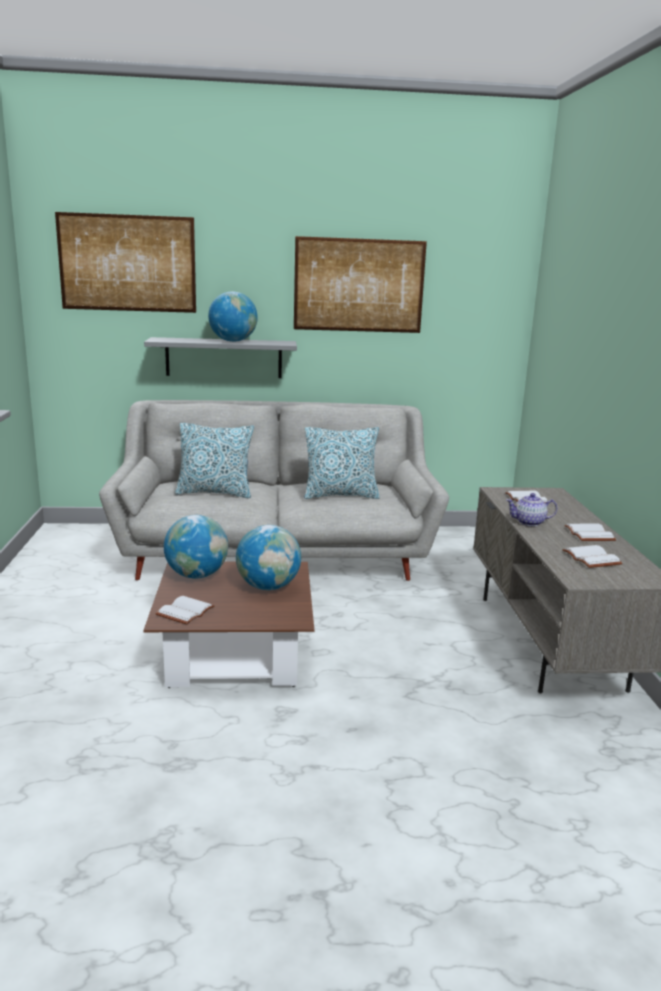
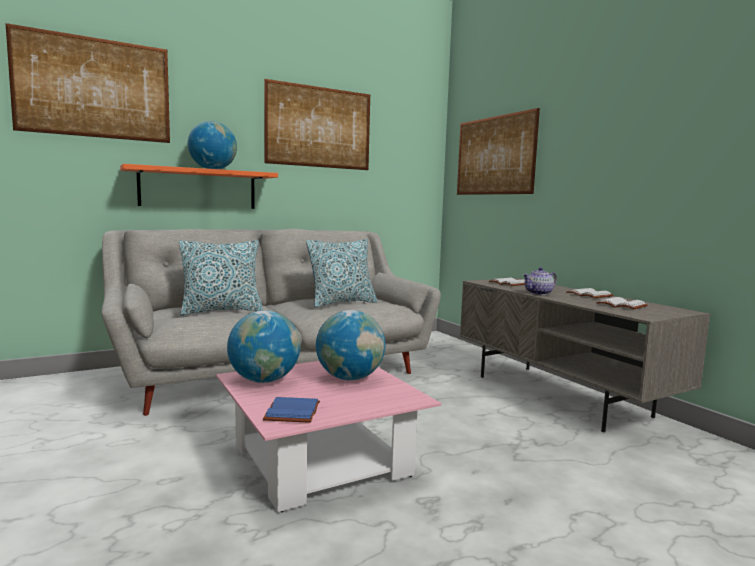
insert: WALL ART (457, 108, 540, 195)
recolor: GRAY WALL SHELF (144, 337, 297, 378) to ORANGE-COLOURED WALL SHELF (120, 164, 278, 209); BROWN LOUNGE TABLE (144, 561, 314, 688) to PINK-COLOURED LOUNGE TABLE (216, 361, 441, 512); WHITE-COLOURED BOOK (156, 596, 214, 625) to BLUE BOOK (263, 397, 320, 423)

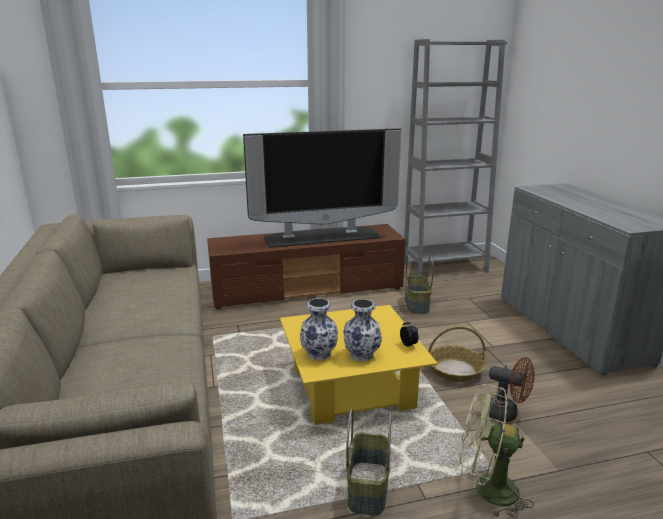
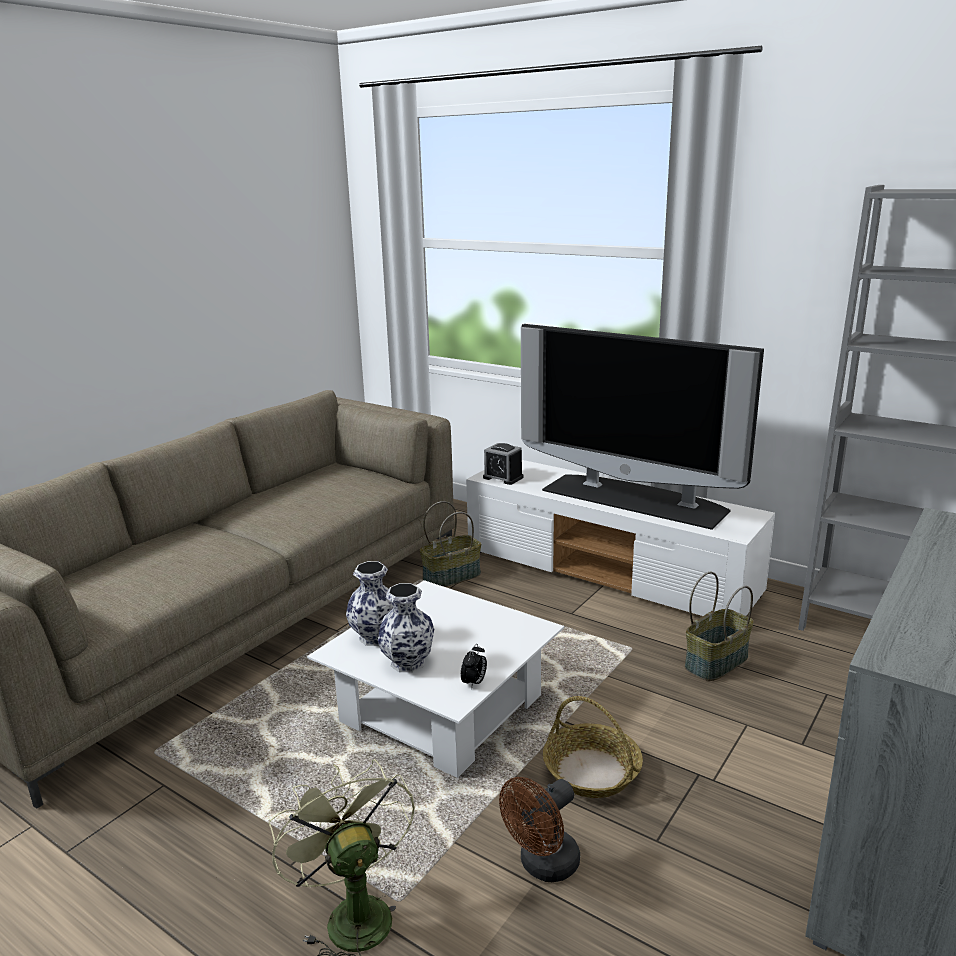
insert: BEDSIDE CLOCK (483, 443, 523, 485)
move: HOUSEHOLD BASKET (346, 409, 392, 516) to (420, 501, 481, 587)
recolor: BROWN TV STAND (207, 224, 406, 309) to WHITE-COLOURED TV STAND (466, 460, 775, 616); YELLOW LOUNGE TABLE (280, 305, 438, 425) to WHITE-COLOURED LOUNGE TABLE (307, 580, 564, 778)
rotate: BROWN COOLING FAN (488, 357, 535, 422) = (499, 777, 580, 882) 60 degrees clockwise

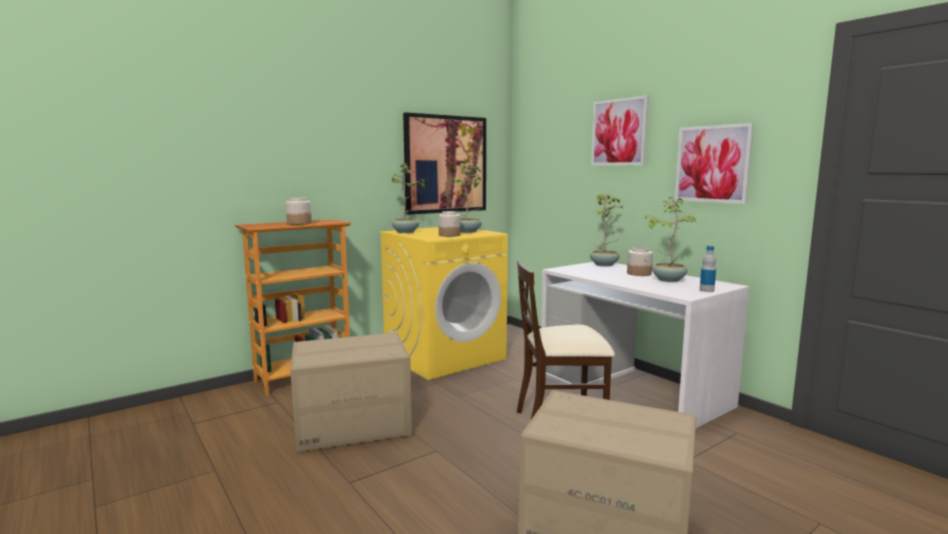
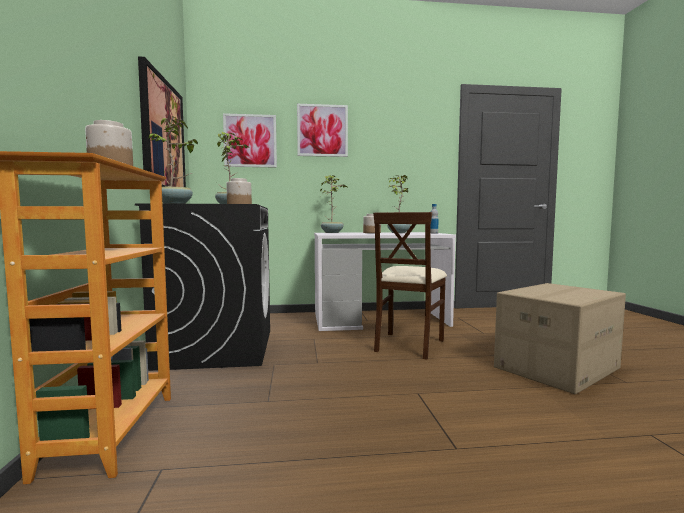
delete: CARTON (290, 332, 412, 452)
move: WALL ART (675, 123, 754, 204) to (223, 113, 277, 168)
recolor: YELLOW WASHING MACHINE (379, 227, 508, 380) to BLACK WASHING MACHINE (135, 203, 270, 371)

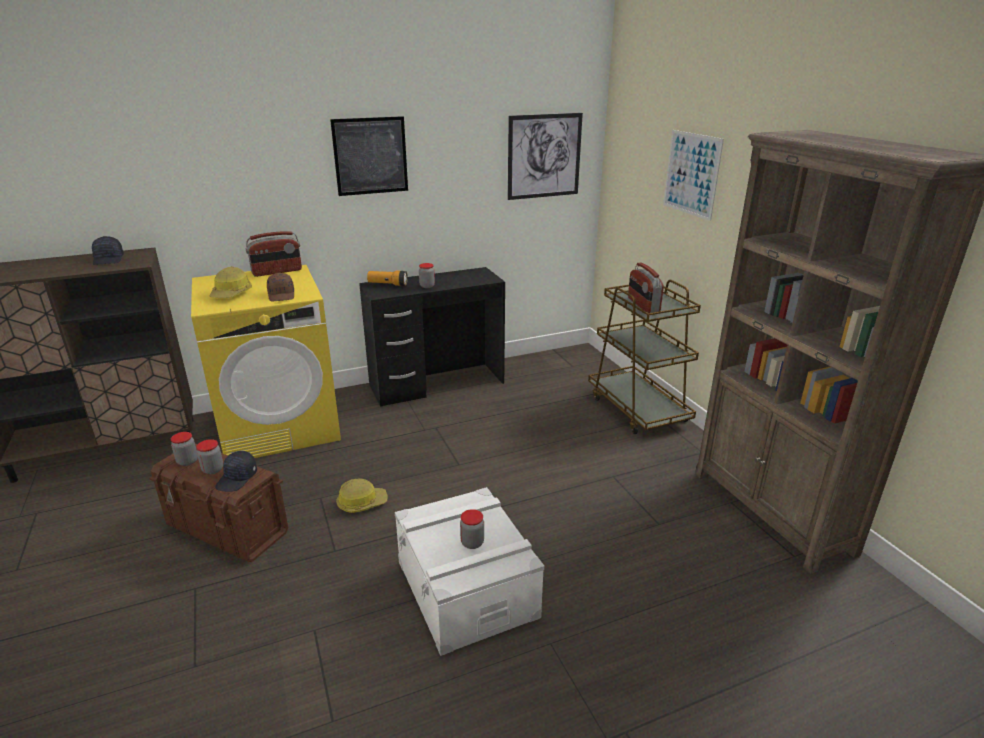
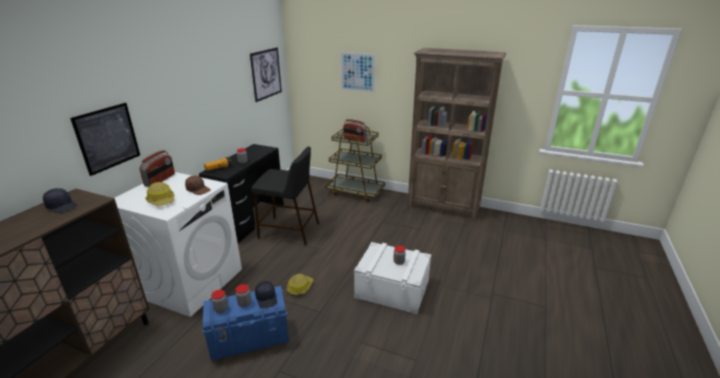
insert: BLACK STOOL SEAT (251, 147, 319, 245)
move: WALL ART (330, 116, 408, 196) to (70, 103, 140, 176)
recolor: BROWN STORAGE CONTAINER (149, 443, 288, 562) to BLUE STORAGE CONTAINER (202, 286, 289, 361); YELLOW WASHING MACHINE (191, 265, 341, 458) to WHITE-COLOURED WASHING MACHINE (115, 172, 242, 317)

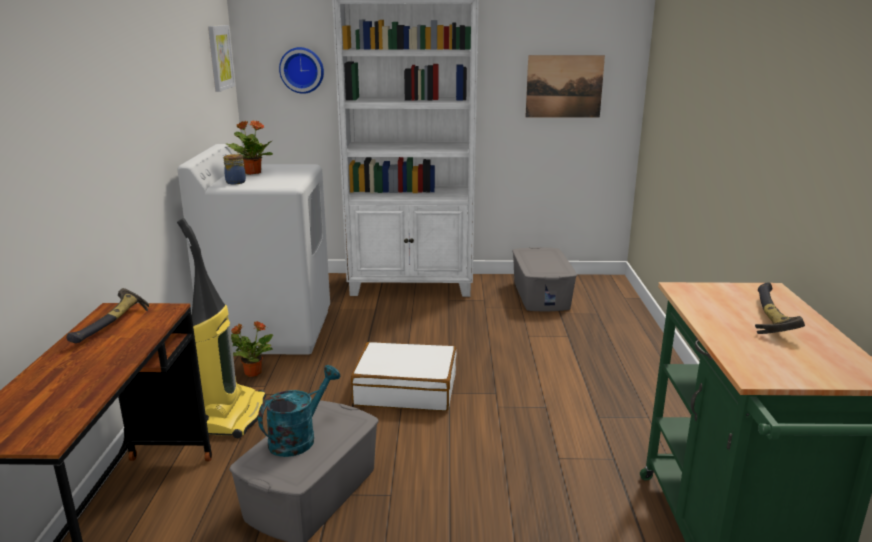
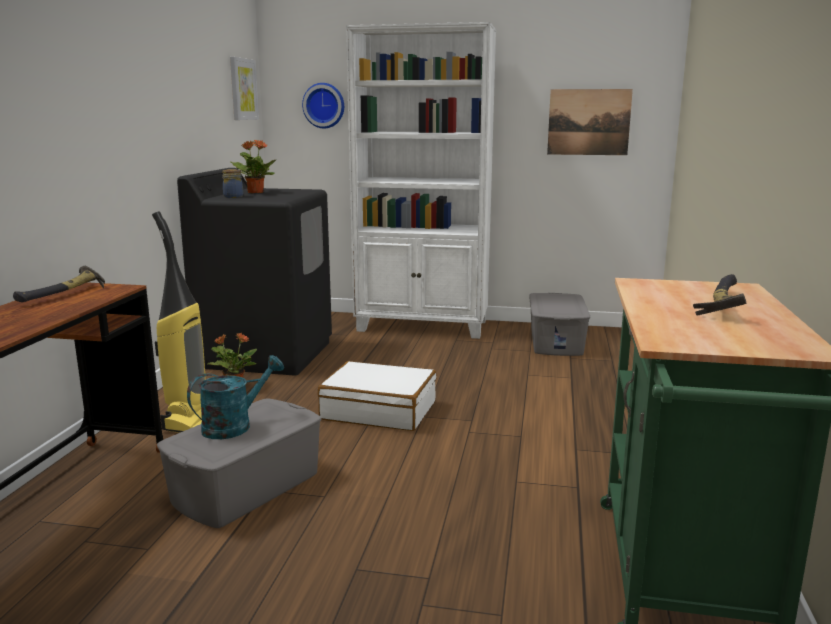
recolor: WHITE-COLOURED WASHING MACHINE (178, 144, 330, 355) to BLACK WASHING MACHINE (177, 168, 332, 375)

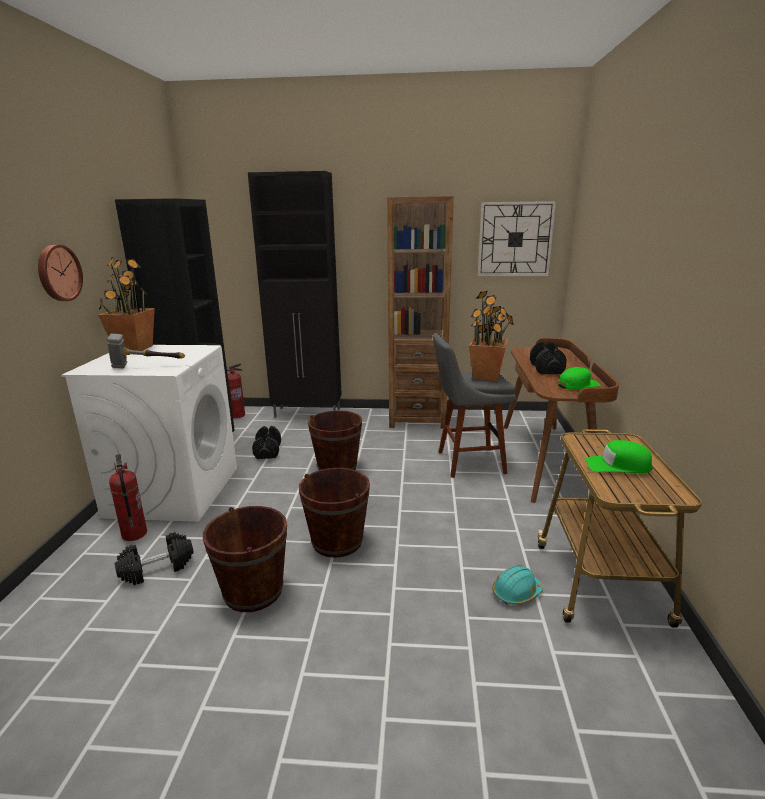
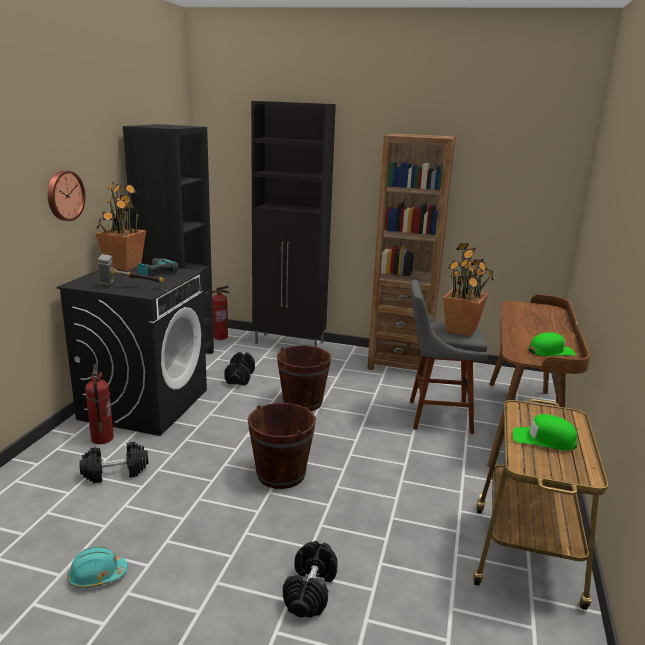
delete: BROWN BUCKET (203, 506, 287, 612); CLOCK ON THE WALL (478, 201, 556, 276)
insert: POWER DRILL (137, 258, 179, 276)
move: TURQUOISE WORK HELMET (492, 565, 543, 605) to (67, 546, 128, 588); BLACK FREE WEIGHT (530, 341, 567, 374) to (283, 541, 338, 618)
recolor: WHITE-COLOURED WASHING MACHINE (61, 345, 237, 522) to BLACK WASHING MACHINE (57, 264, 207, 436)

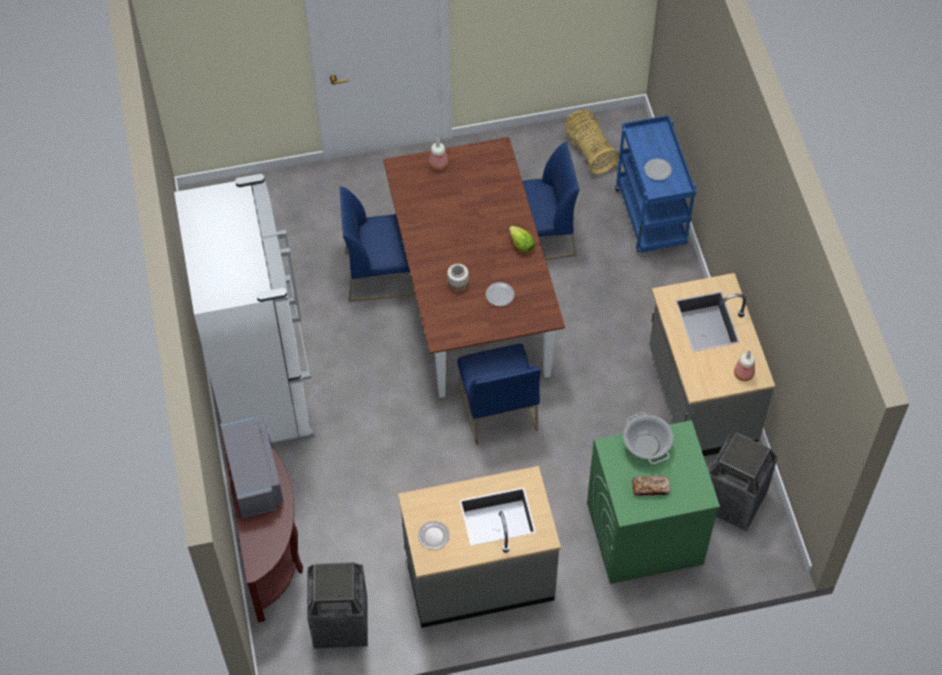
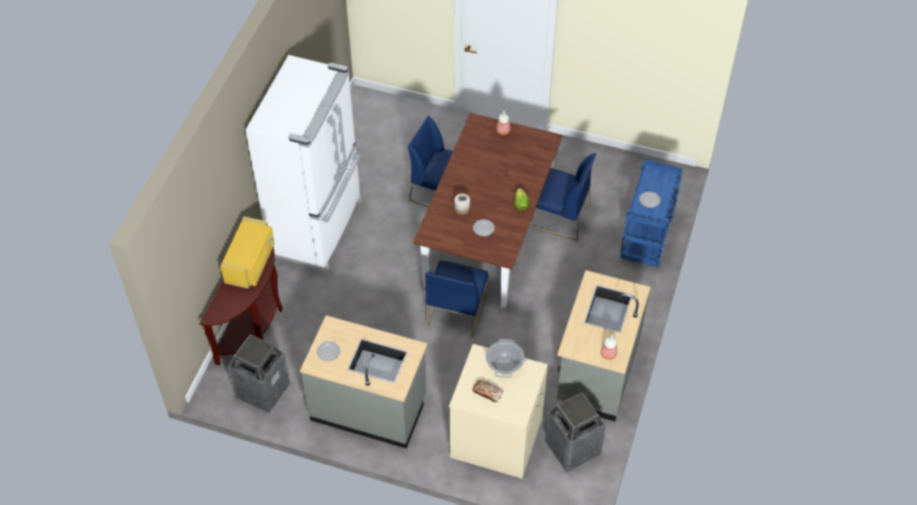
delete: HOUSEHOLD BASKET (565, 109, 619, 174)
recolor: GRAY KITCHEN MICROWAVE (220, 415, 284, 518) to YELLOW KITCHEN MICROWAVE (220, 217, 275, 289); GREEN-COLOURED WASHING MACHINE (587, 420, 720, 584) to BEIGE WASHING MACHINE (449, 344, 548, 479)

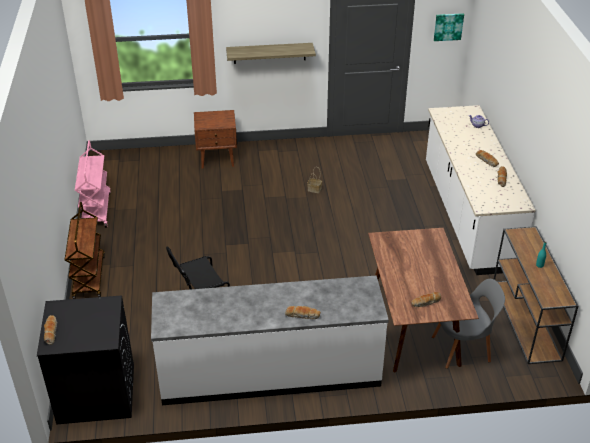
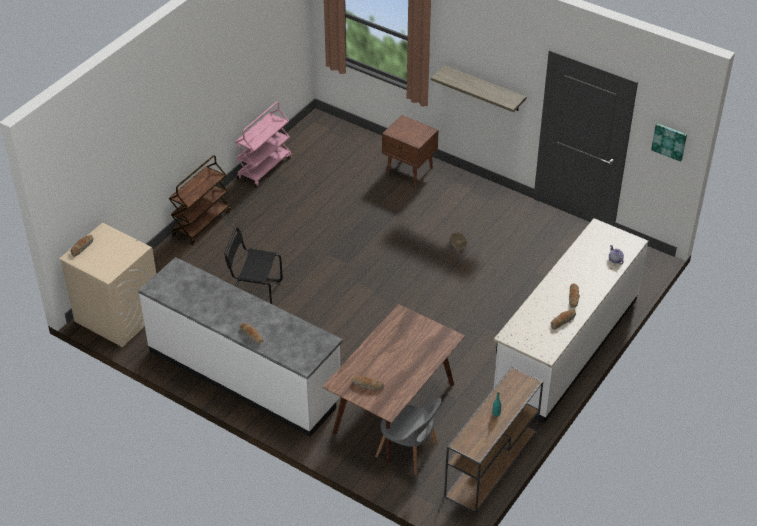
recolor: BLACK WASHING MACHINE (37, 295, 134, 425) to BEIGE WASHING MACHINE (59, 223, 156, 347)

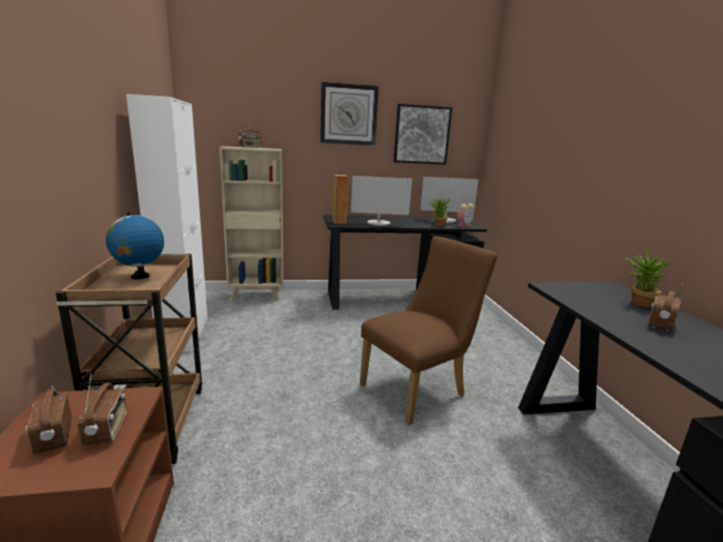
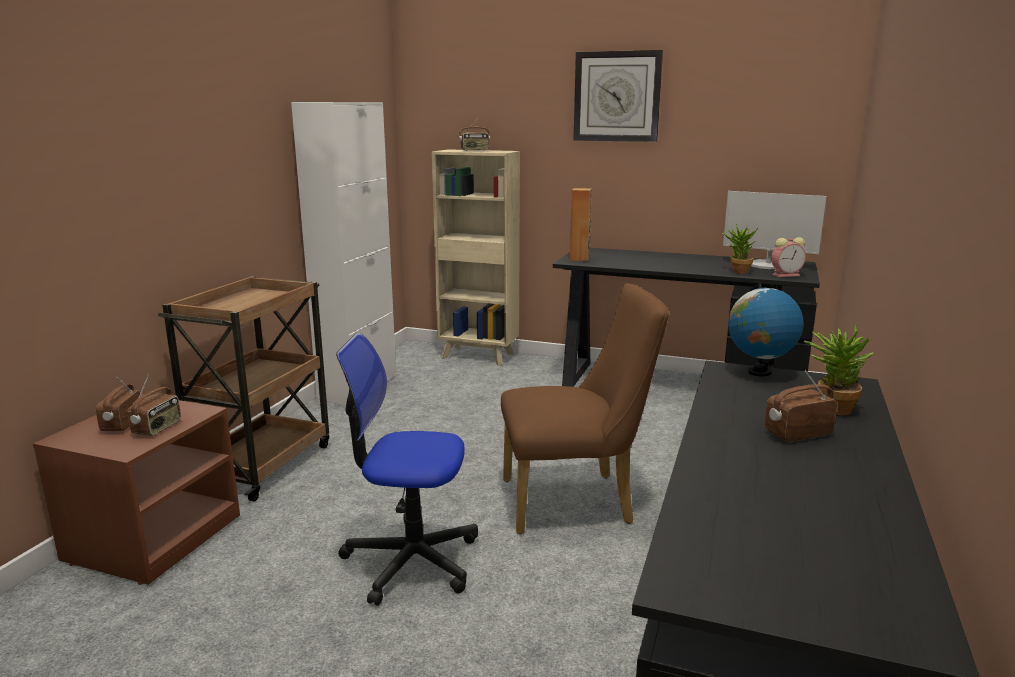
delete: COMPUTER DISPLAY (351, 176, 412, 226); WALL ART (394, 104, 452, 165)
insert: OFFICE CHAIR (336, 333, 478, 606)
move: GLOBE (106, 212, 164, 279) to (728, 282, 804, 376)

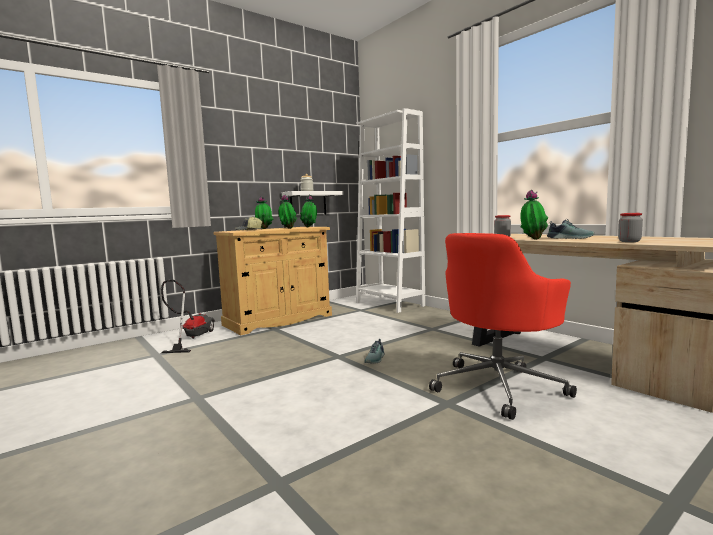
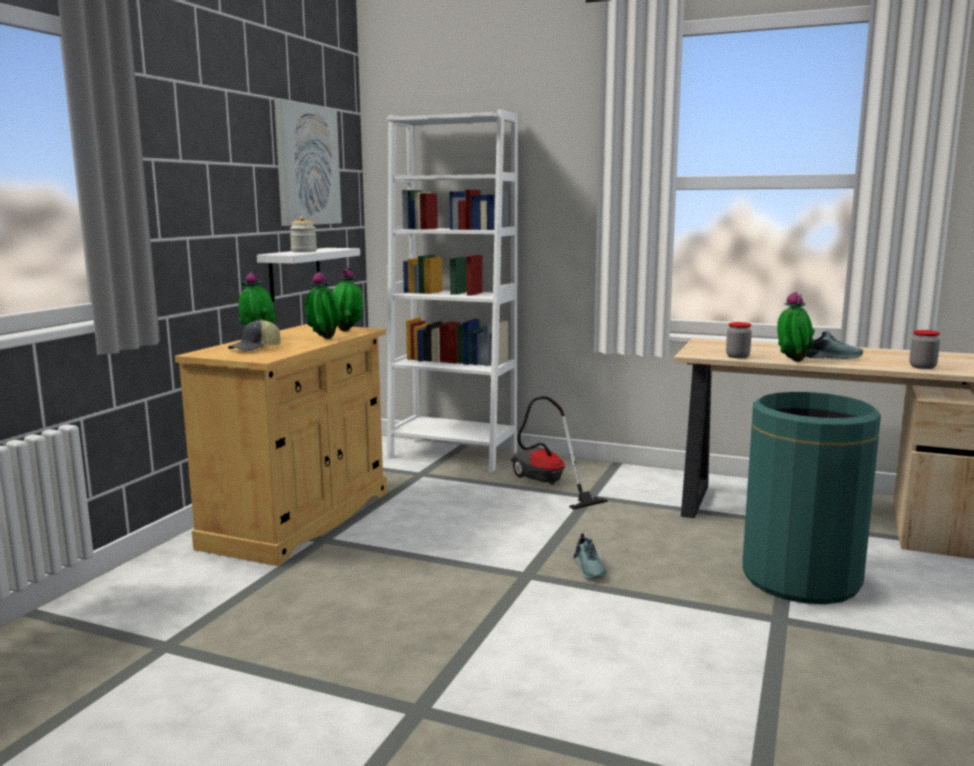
insert: WALL ART (274, 100, 342, 226)
move: VACUUM CLEANER (161, 279, 215, 353) to (511, 396, 608, 510)
replace: RED-COLOURED OFFICE CHAIR (429, 233, 577, 420) to GREEN-COLOURED WASTE BIN (742, 392, 881, 604)

